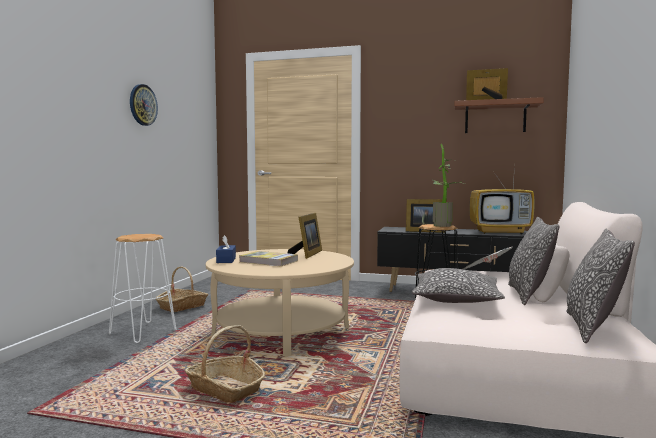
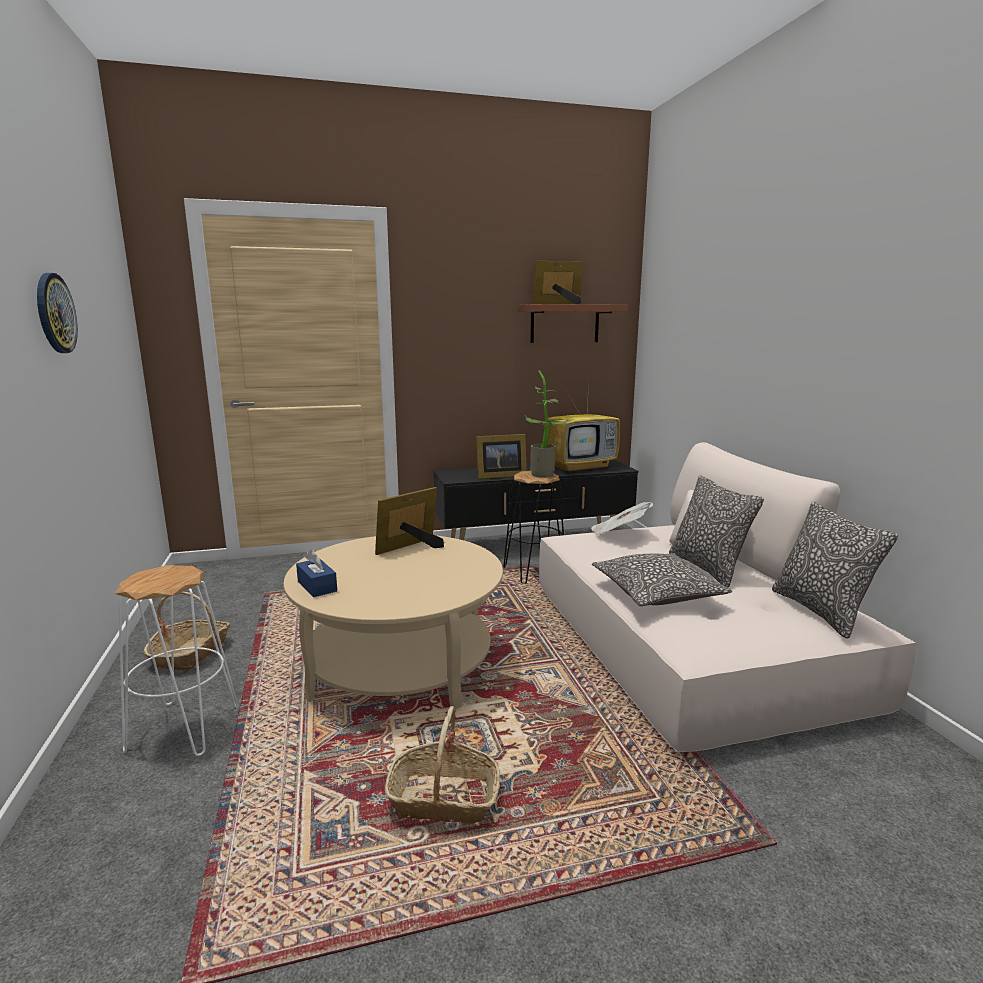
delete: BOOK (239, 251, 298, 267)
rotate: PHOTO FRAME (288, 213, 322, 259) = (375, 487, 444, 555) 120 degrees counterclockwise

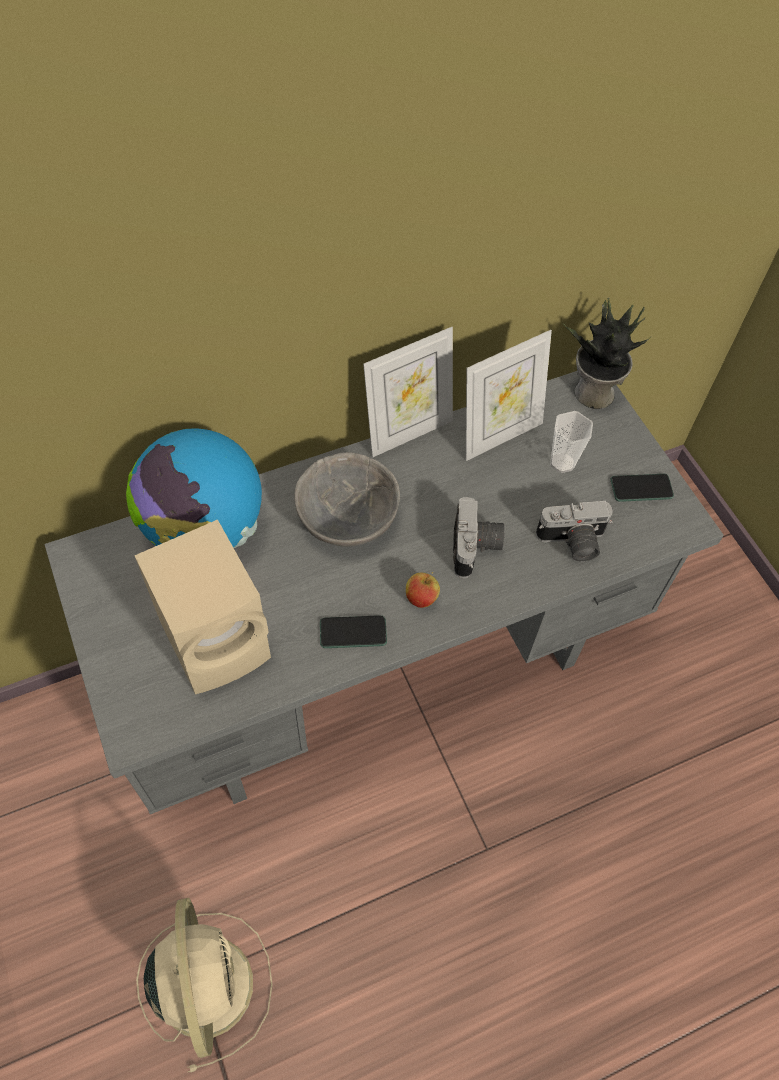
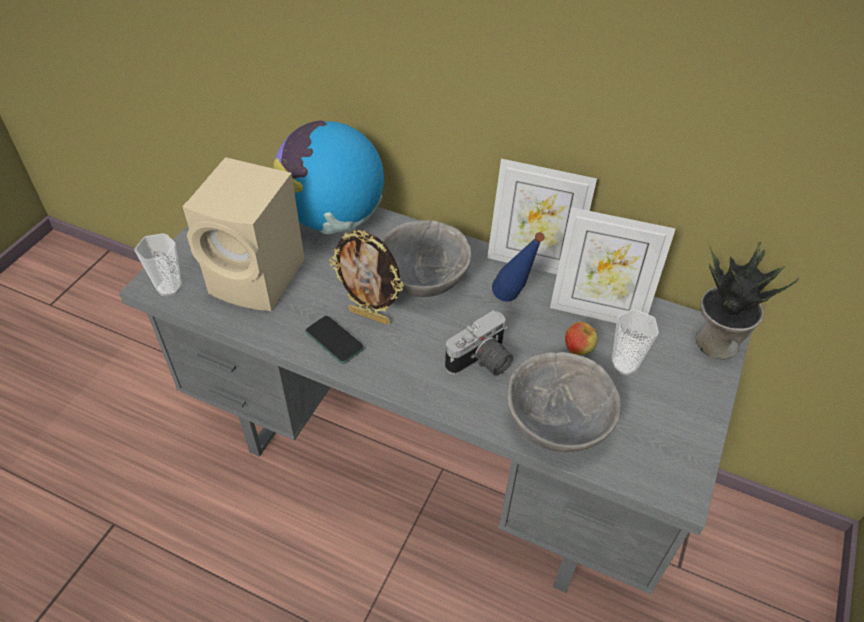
delete: BEIGE COOLING FAN (136, 898, 273, 1072); TELEPHONE (611, 474, 674, 502)
insert: SMALL CUP (135, 233, 182, 296); PHOTO FRAME (329, 230, 404, 325); BLUE BOTTLE (492, 232, 545, 302)
move: APPLE (406, 572, 440, 608) to (565, 322, 598, 355)
replace: STILL CAMERA (536, 501, 613, 562) to GRAY BOWL (507, 352, 621, 452)

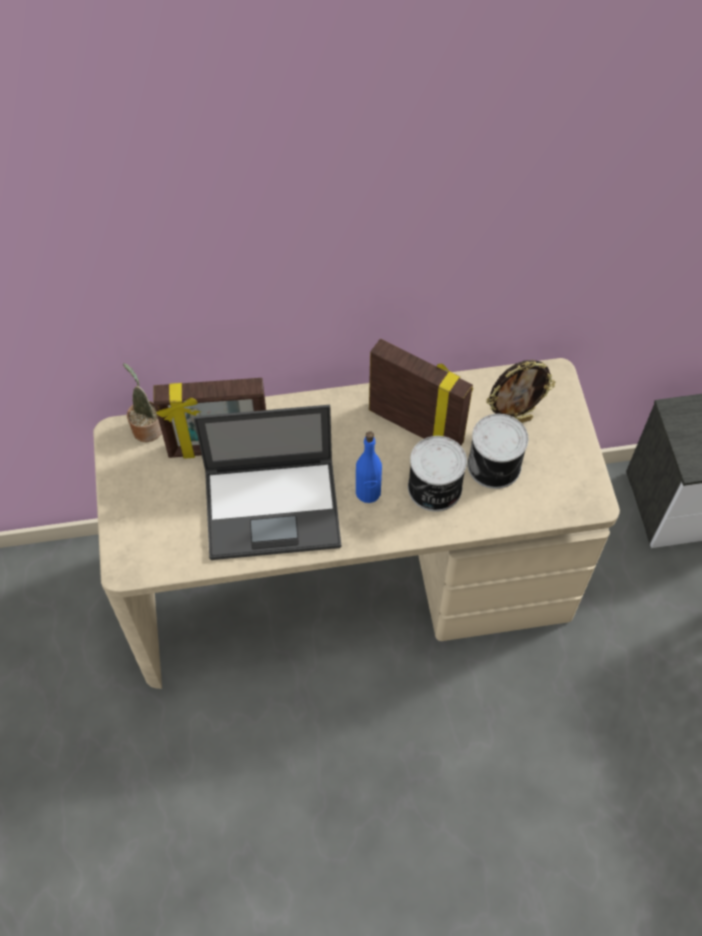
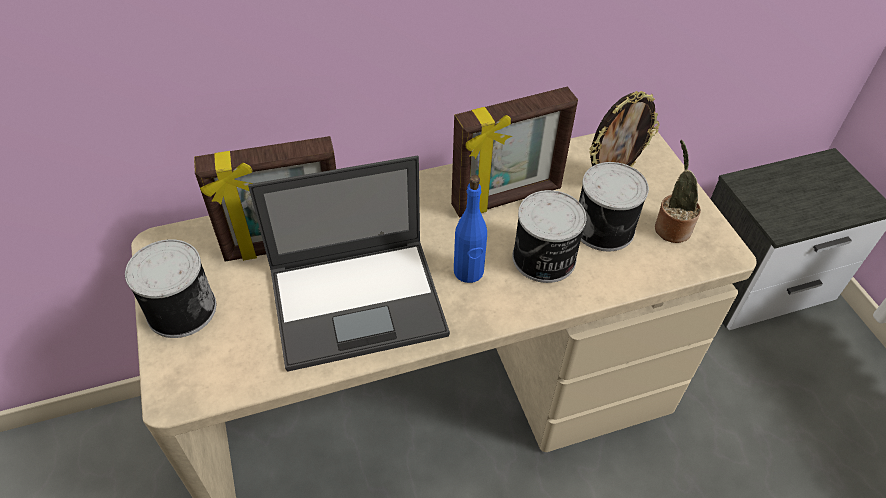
insert: SEALED CAN (125, 239, 216, 338)
move: HOUSEPLANT (123, 363, 162, 442) to (655, 140, 701, 243)
rotate: PHOTO FRAME (369, 339, 473, 445) = (451, 87, 578, 217) 135 degrees clockwise

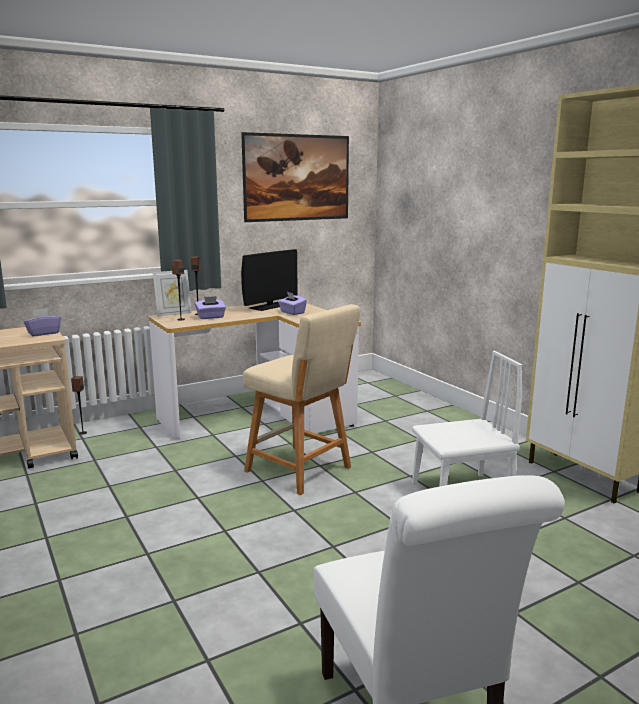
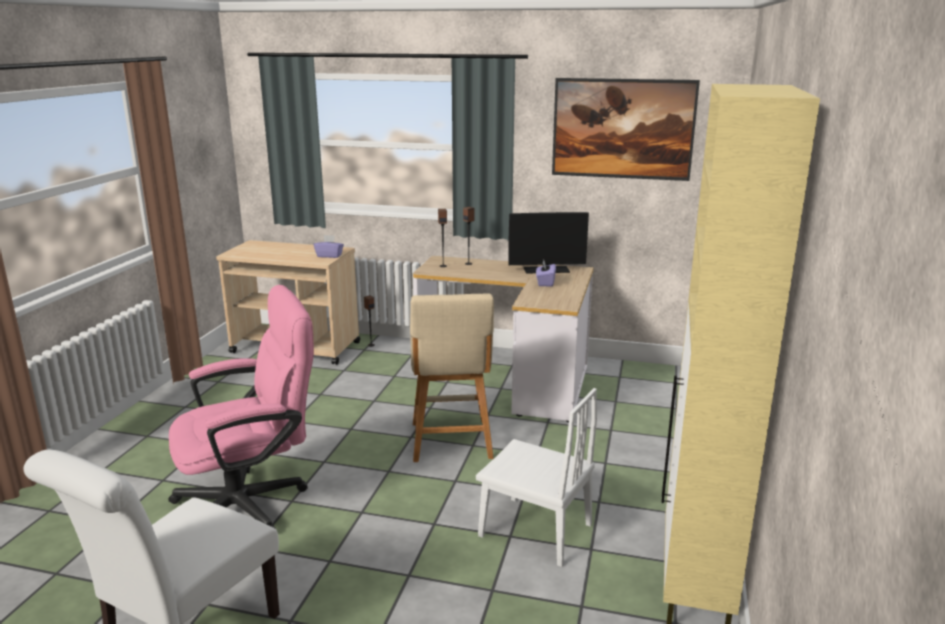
delete: PHOTO FRAME (153, 270, 192, 316); PURPLE TISSUE HOLDER (195, 296, 226, 319)
insert: PINK-COLOURED OFFICE CHAIR (168, 285, 314, 529)

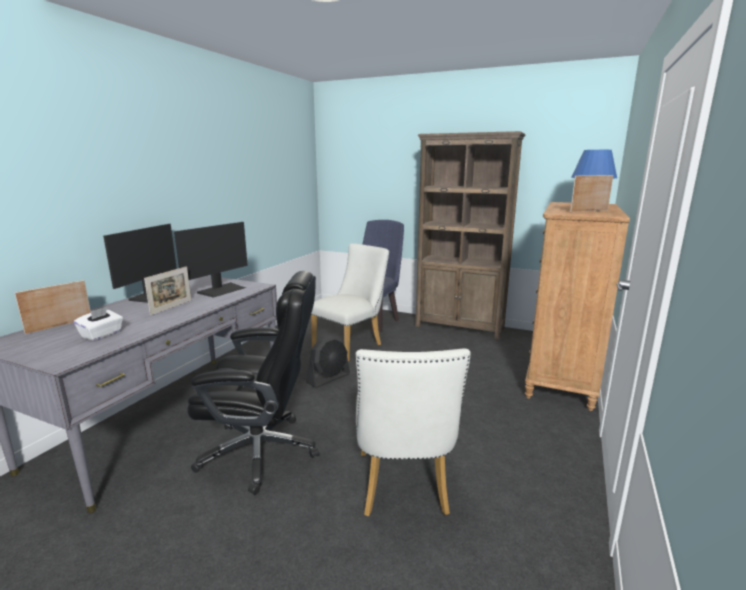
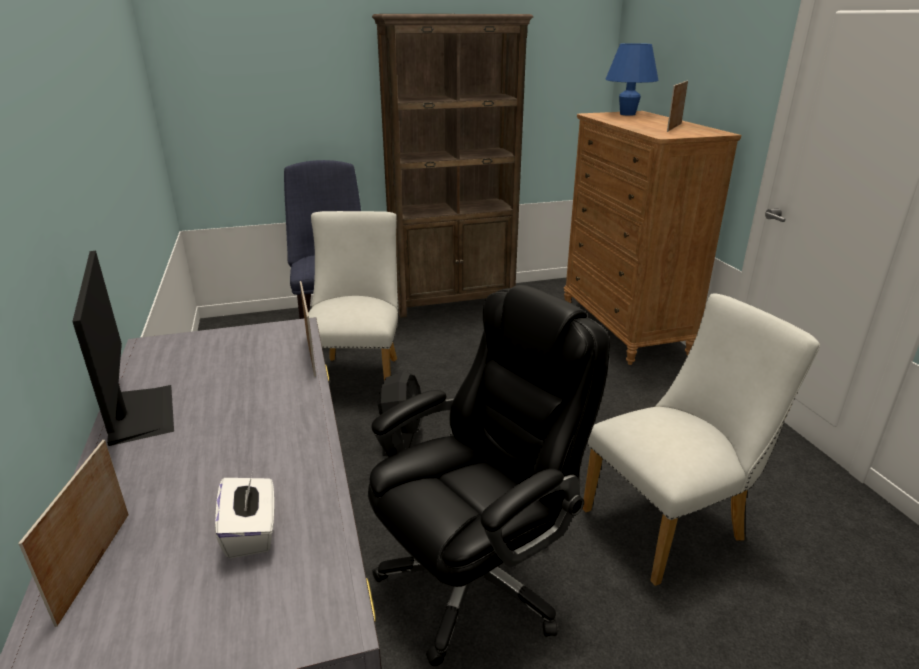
delete: COMPUTER DISPLAY (174, 222, 248, 298)
move: PHOTO FRAME (144, 266, 191, 316) to (300, 281, 316, 377)
rotate: WHITE-COLOURED CHAIR (356, 348, 471, 516) = (582, 293, 820, 586) 75 degrees counterclockwise

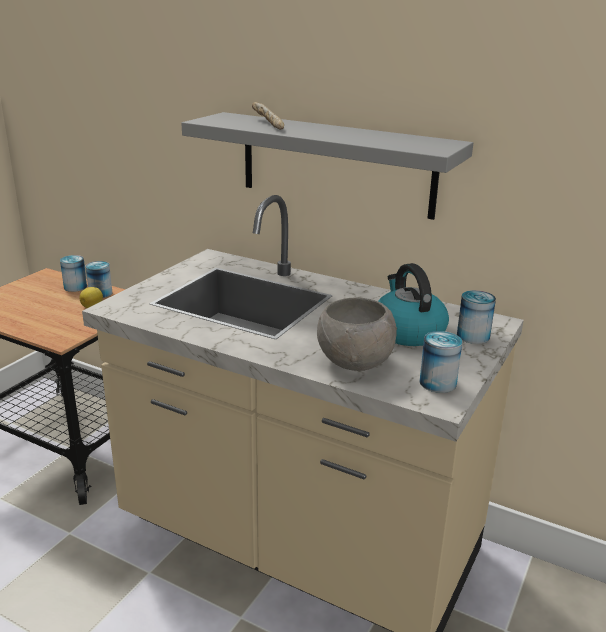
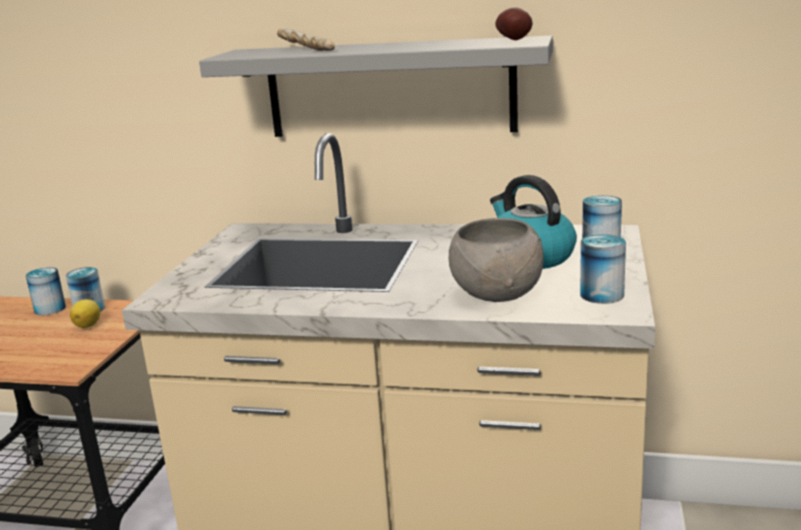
insert: WHOLE POTATO (495, 7, 533, 40)

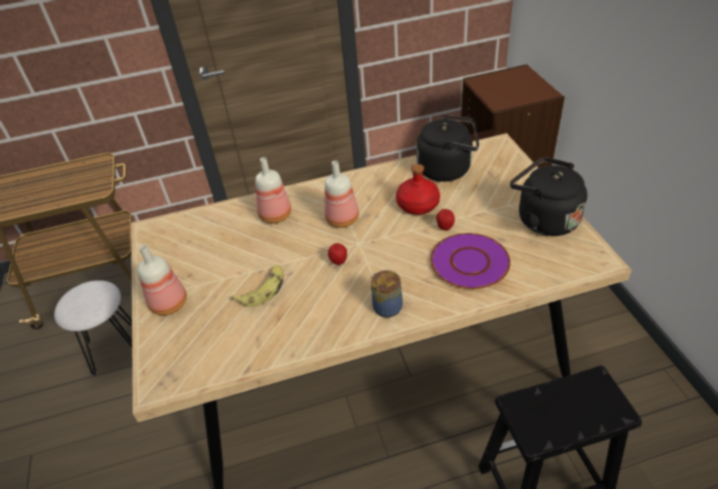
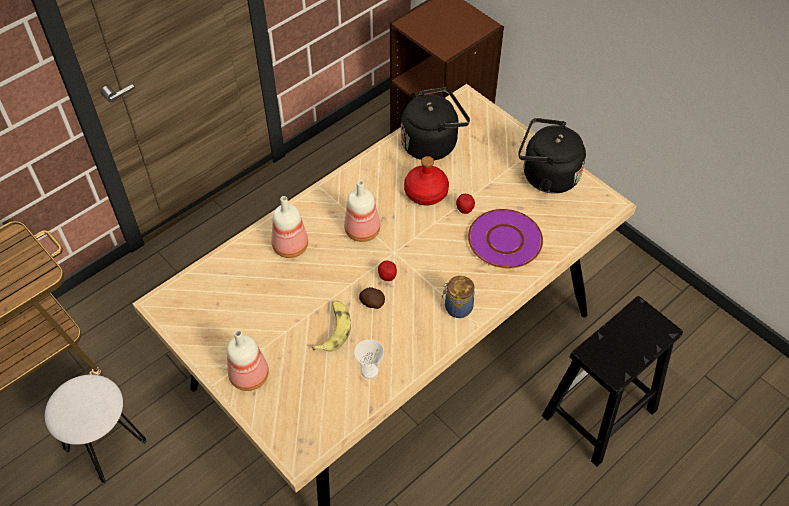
insert: SMALL CUP (354, 340, 384, 379); WHOLE POTATO (359, 287, 385, 309)

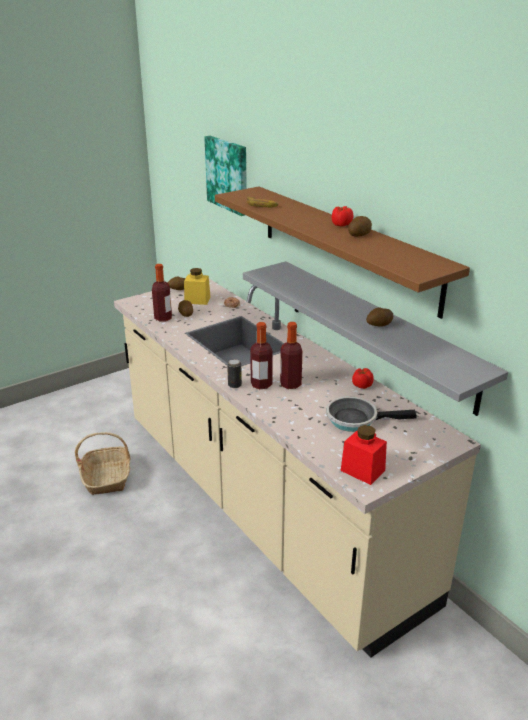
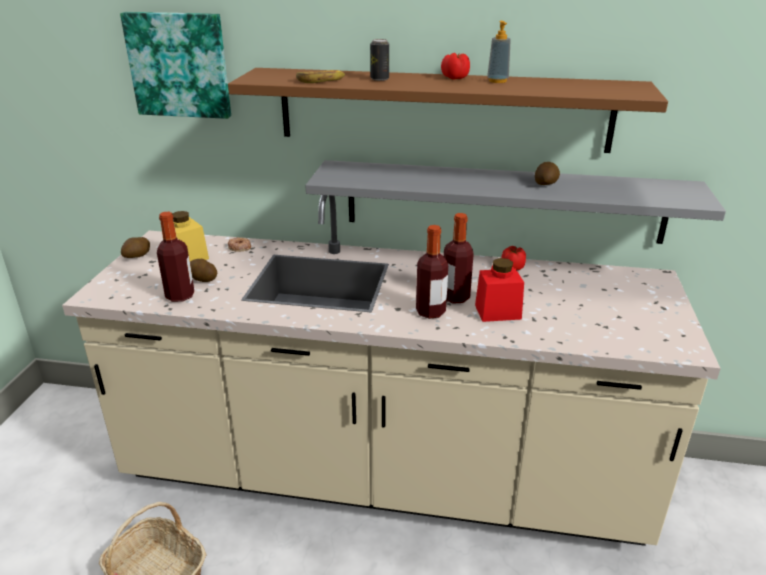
delete: PAN (326, 396, 416, 432)
move: SEALED CAN (227, 359, 242, 388) to (370, 39, 389, 81); RED-COLOURED PRESERVE JAR (341, 425, 387, 485) to (475, 258, 524, 322)
replace: WHOLE POTATO (348, 216, 372, 237) to SOAP BOTTLE (487, 21, 511, 83)

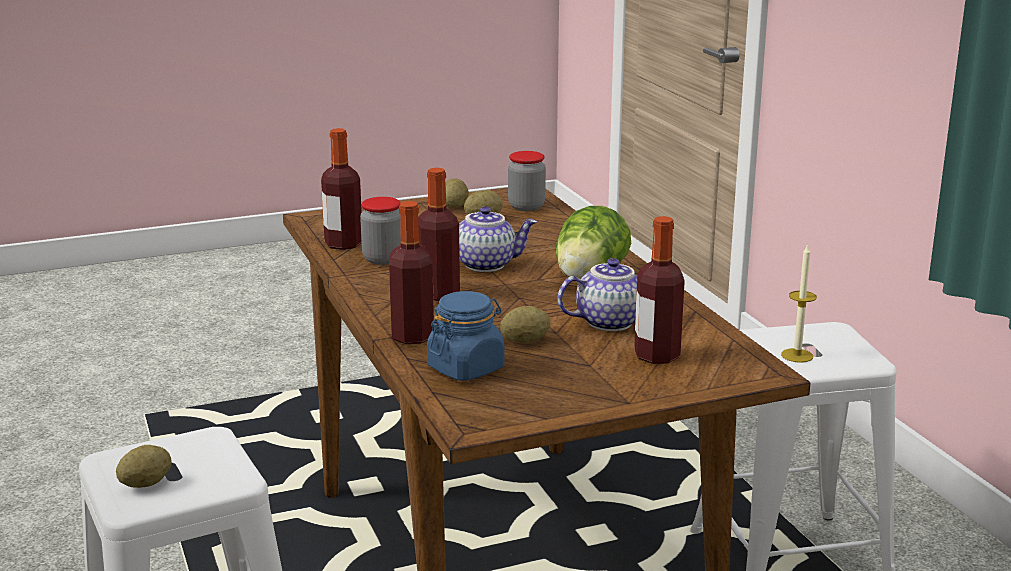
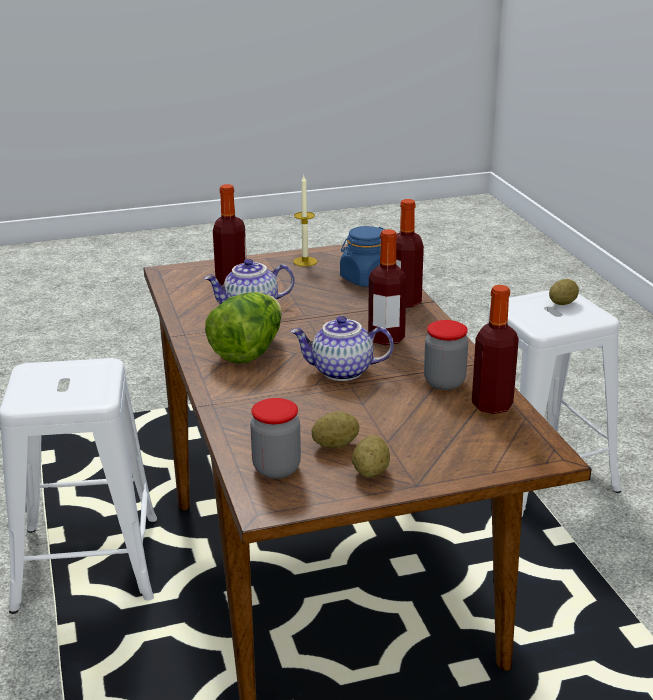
delete: WHOLE POTATO (500, 306, 550, 344)
move: WAX CANDLE (781, 244, 817, 363) to (293, 176, 317, 266)

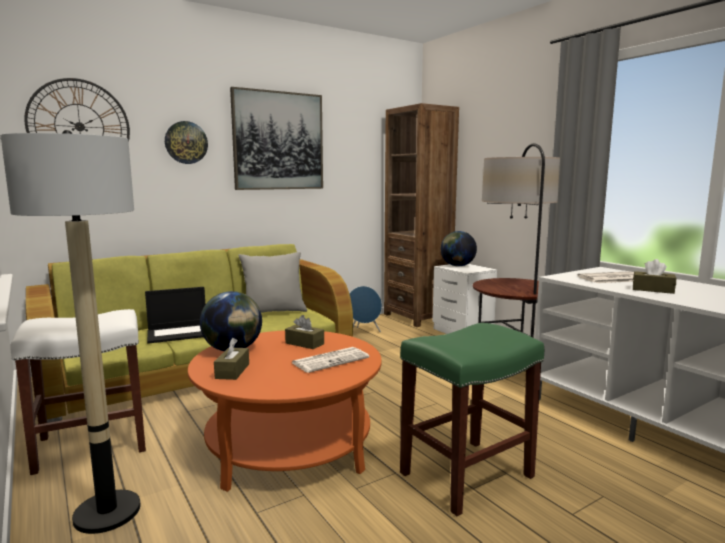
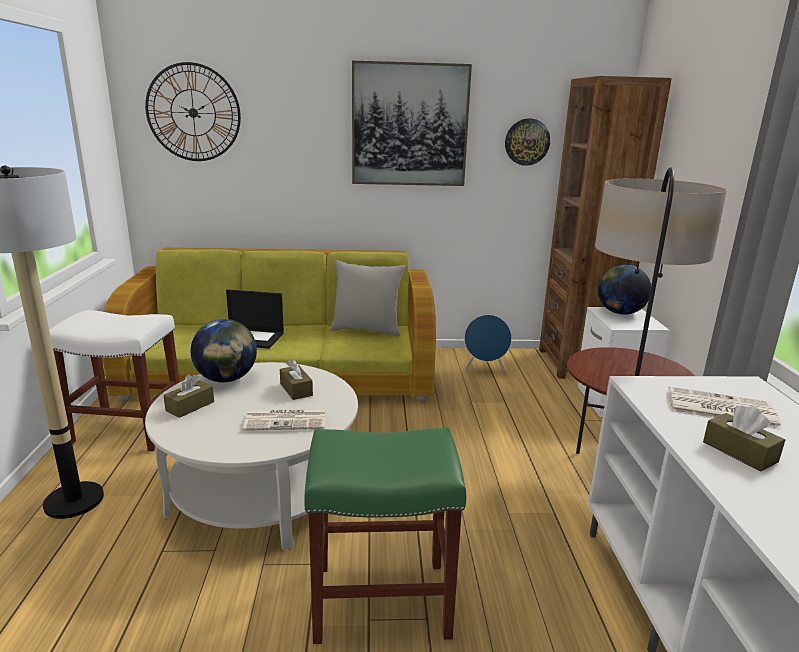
move: CLOCK ON THE WALL (165, 121, 208, 164) to (505, 118, 550, 166)
recolor: ORANGE-COLOURED LOUNGE TABLE (188, 330, 382, 492) to WHITE-COLOURED LOUNGE TABLE (145, 362, 358, 550)

